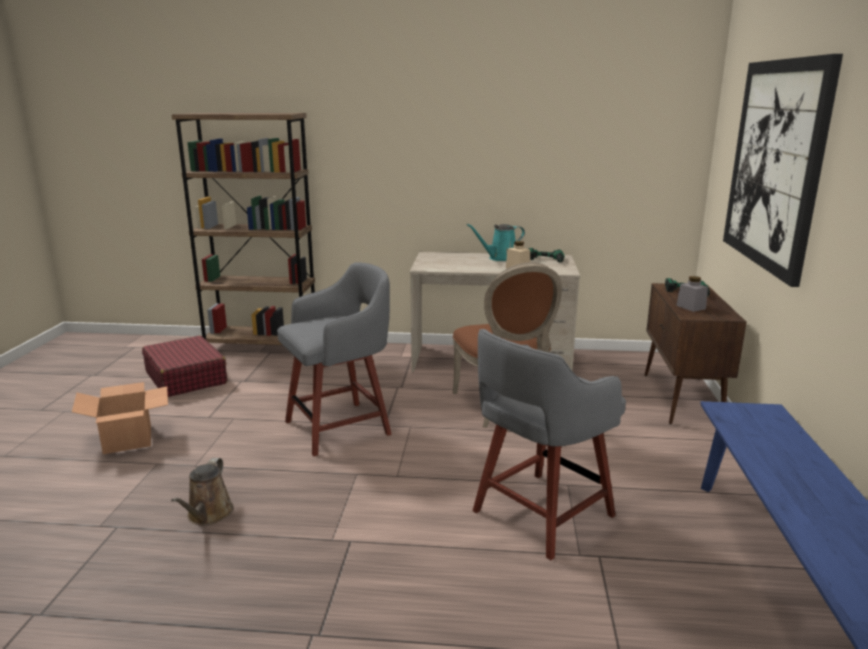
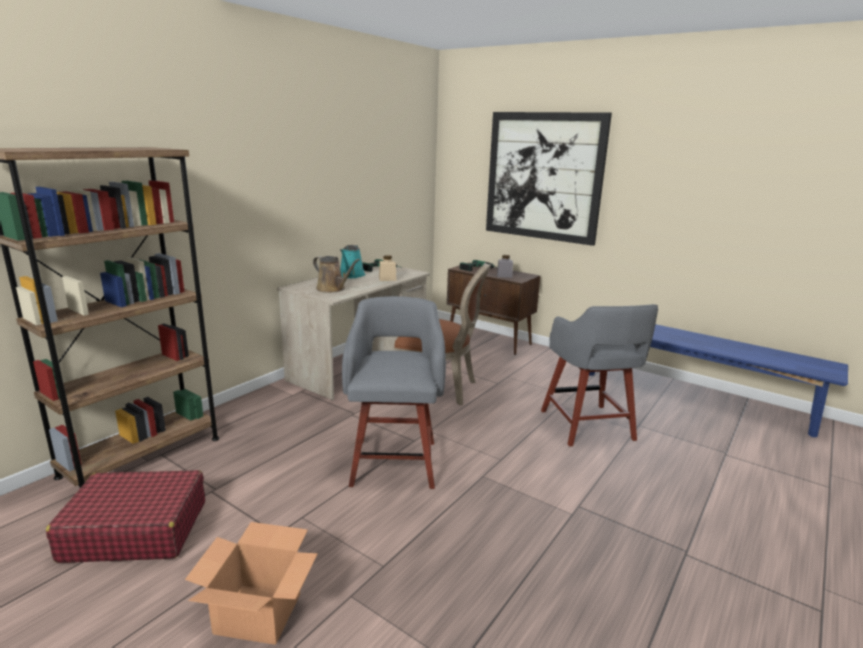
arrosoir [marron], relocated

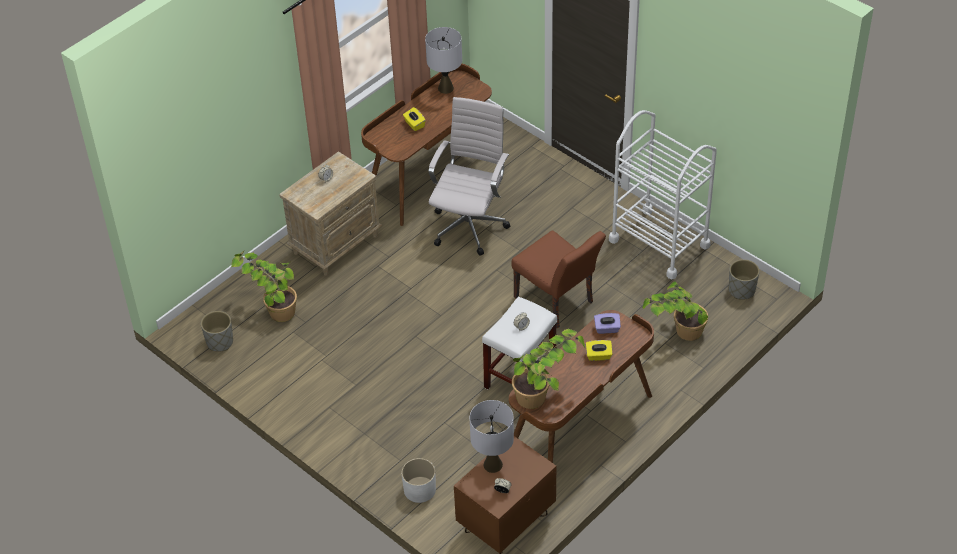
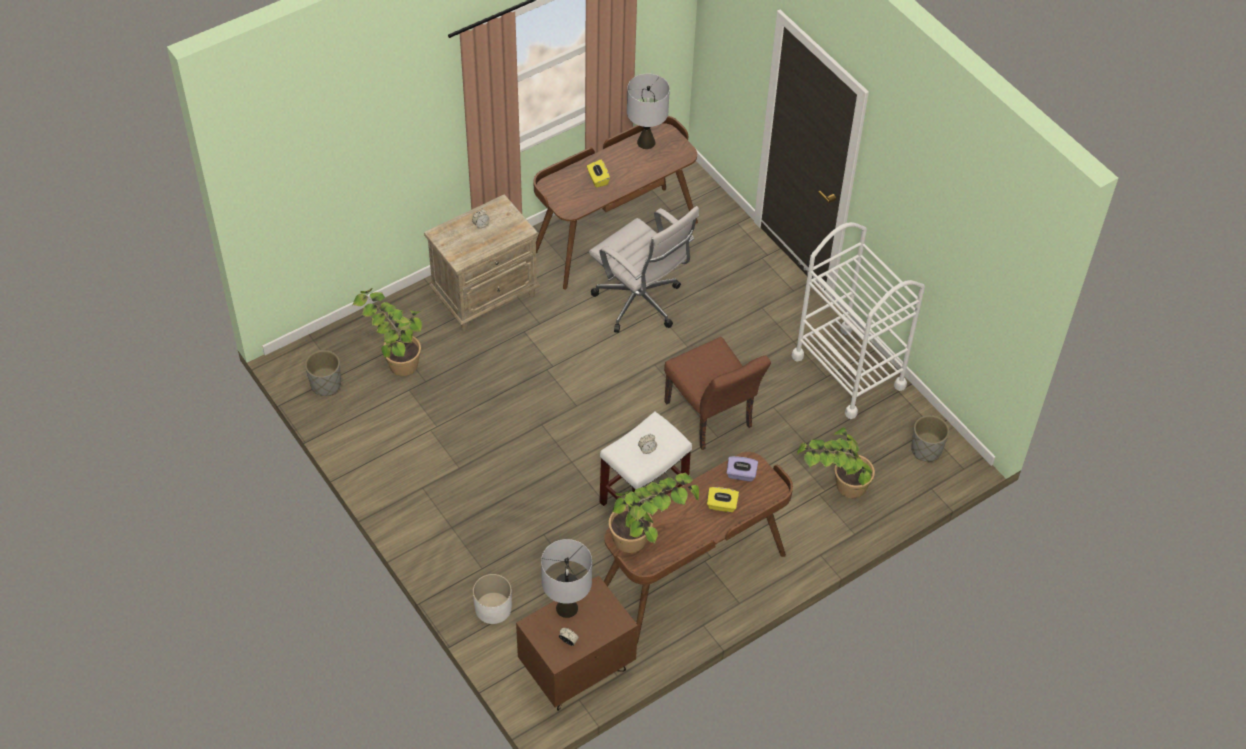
chaise de bureau [blanc], 105 degrees clockwise

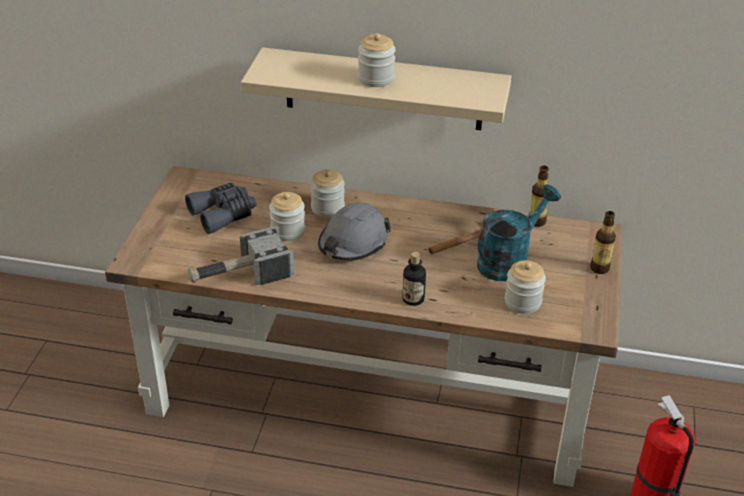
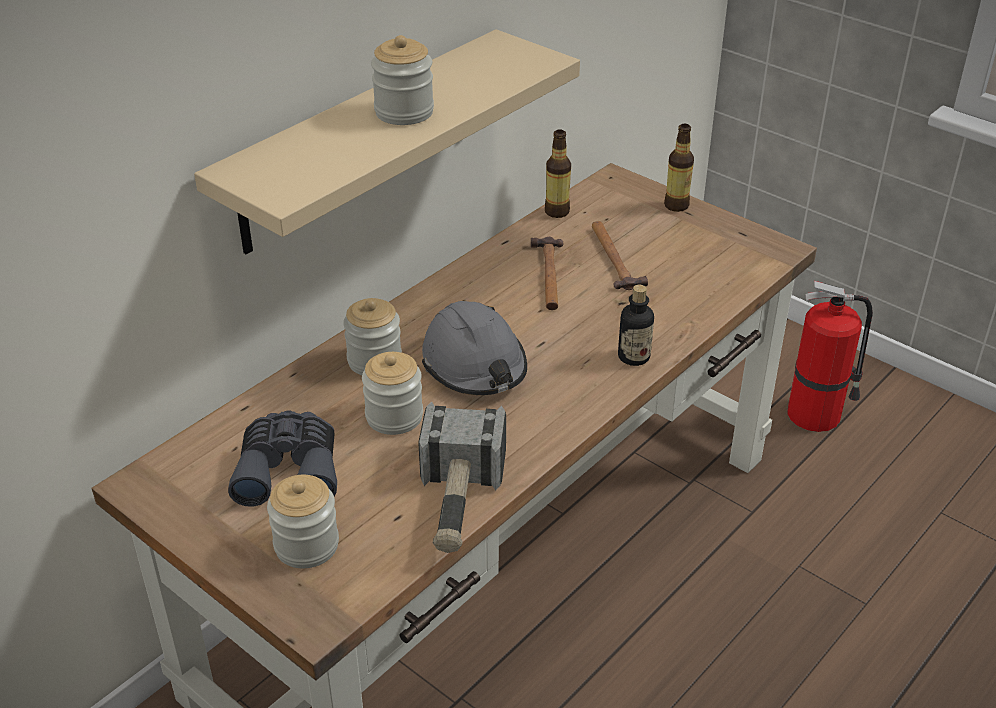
bocal (no. 4 from left in the first image) -> bocal (no. 1 from left), relocated
arrosoir [turquoise] -> marteau (no. 3 from left)

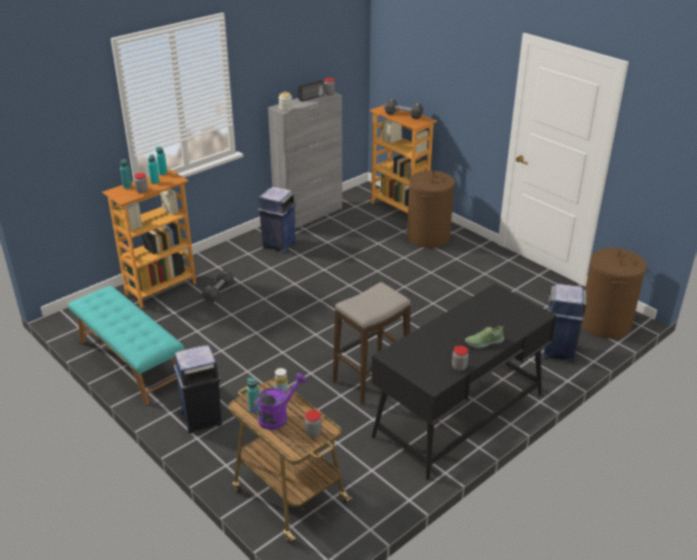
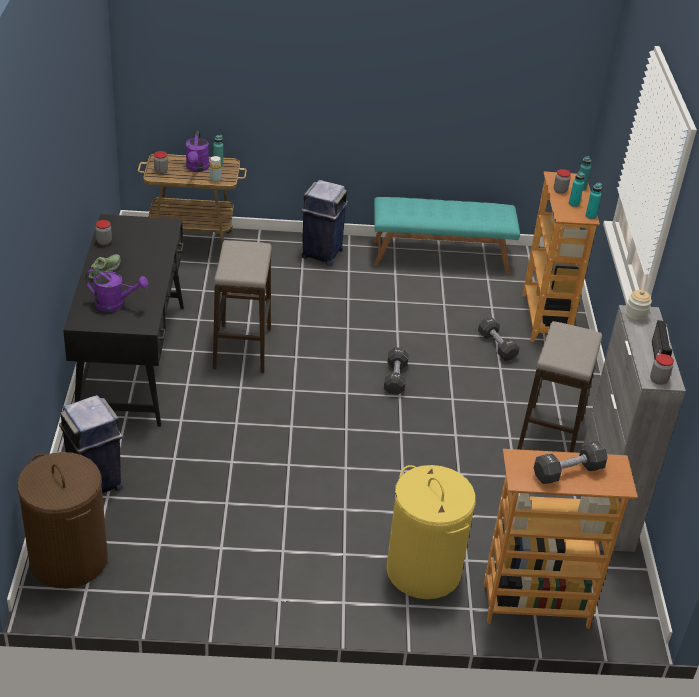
none -> arrosoir [violet] (no. 1 from left)
none -> haltère [noir] (no. 1 from left)
poubelle [bleu] (no. 2 from left) -> tabouret (no. 2 from left)
panier à linge [marron] (no. 1 from left) -> panier à linge [jaune]

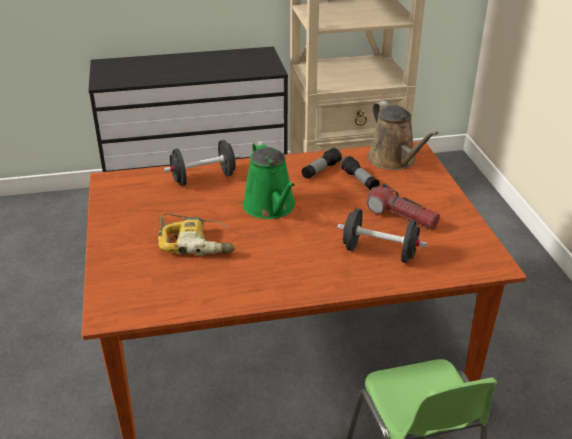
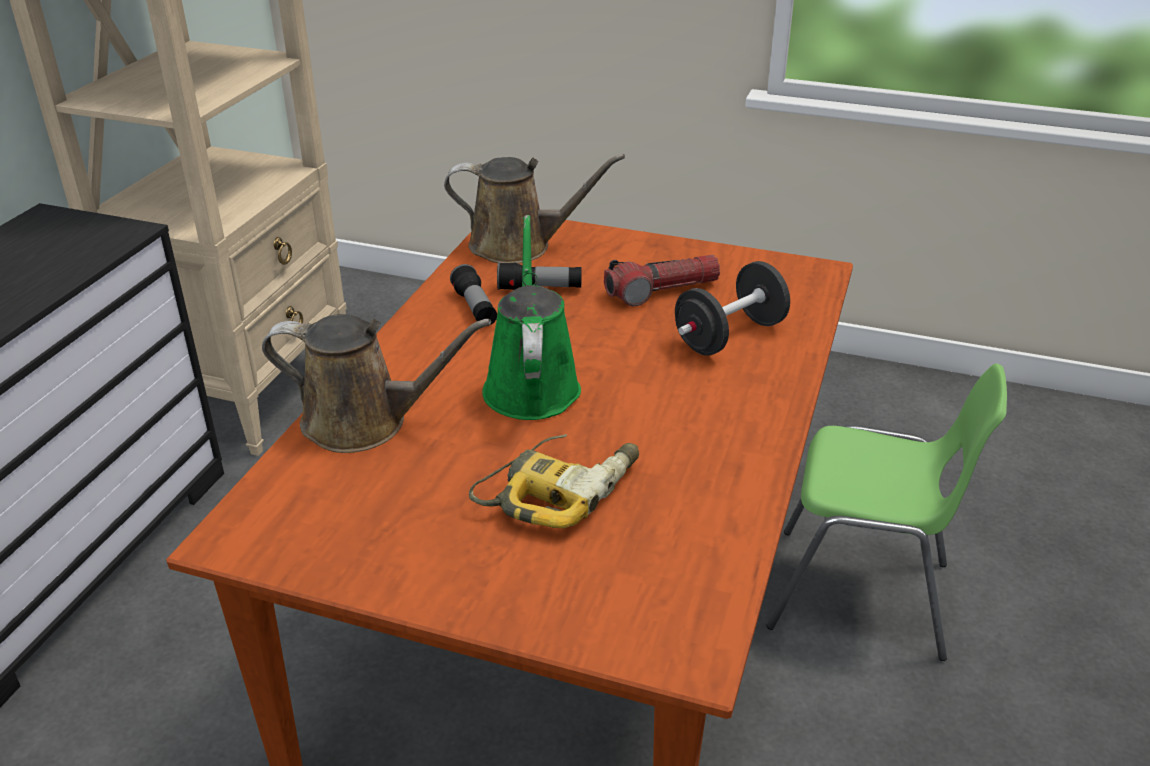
haltère [noir] (no. 1 from left) -> arrosoir [marron] (no. 1 from left)
arrosoir [vert], 105 degrees counterclockwise

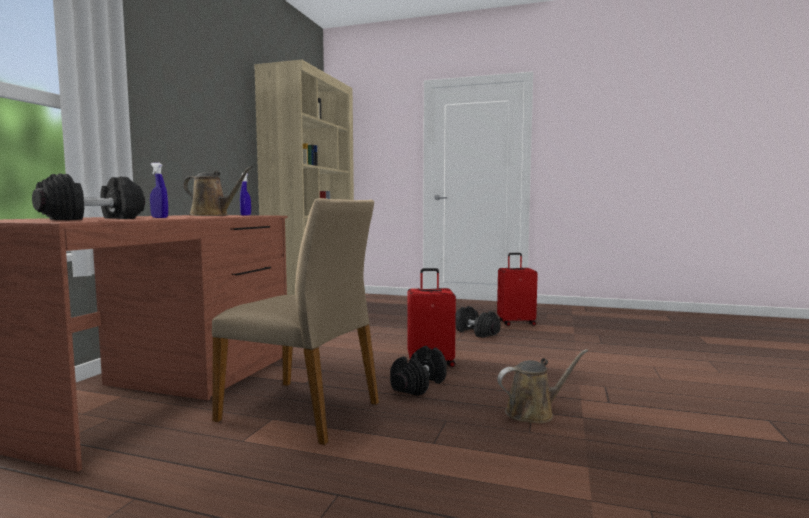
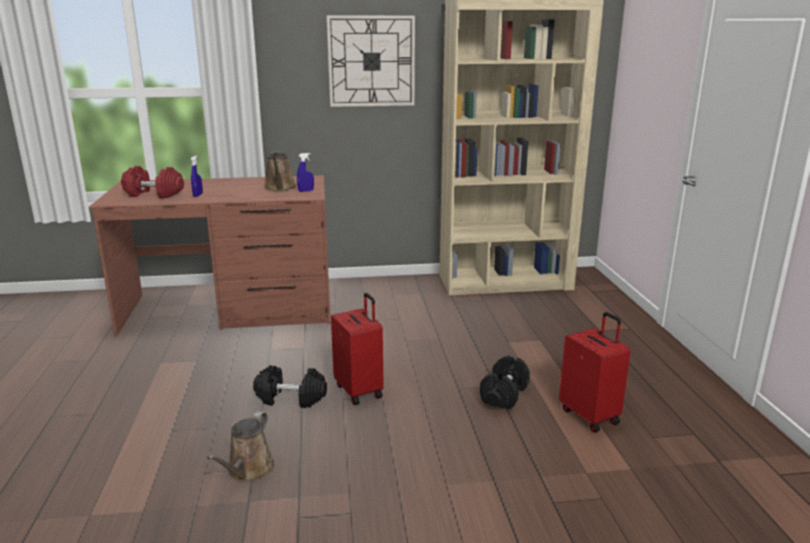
chaise [beige] -> none
none -> horloge murale
haltère [noir] (no. 1 from left) -> haltère [rouge]
arrosoir [marron] (no. 2 from left in the first image) -> arrosoir [marron] (no. 1 from left), 60 degrees clockwise

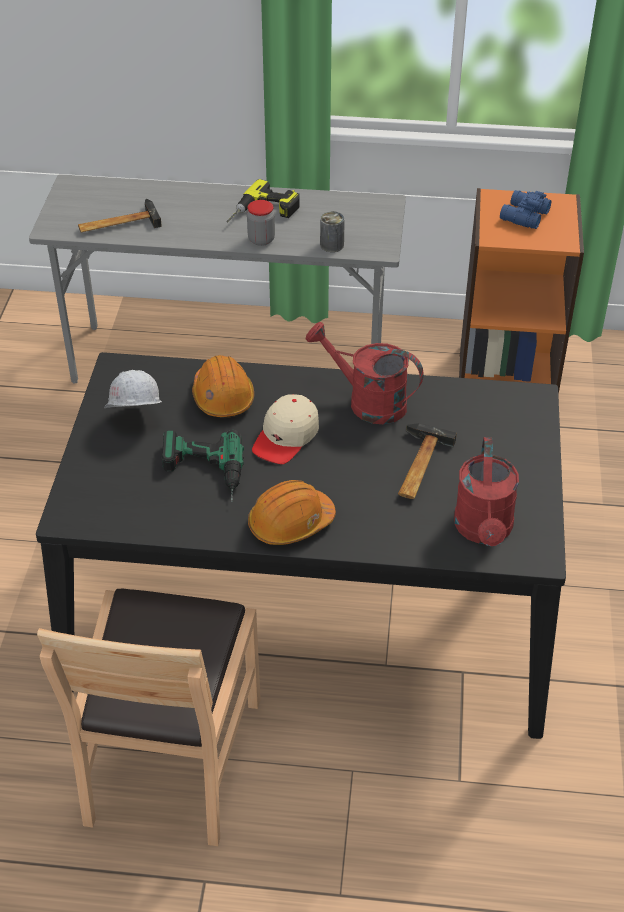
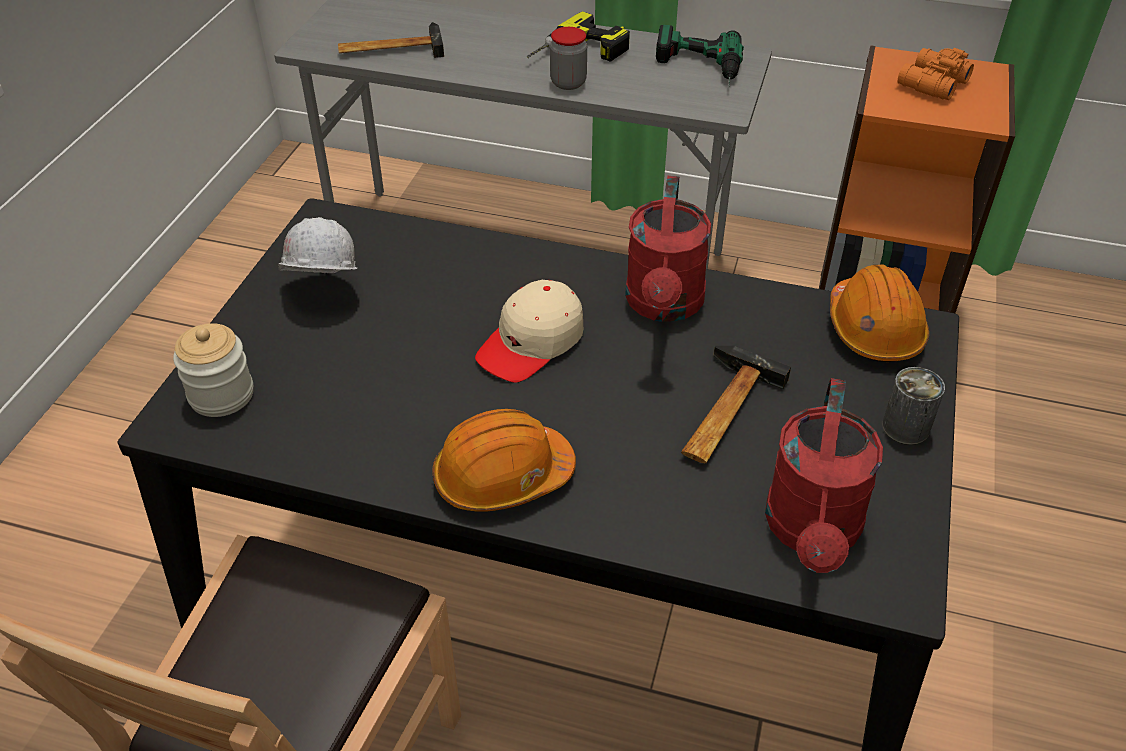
none -> bocal (no. 1 from left)
perceuse (no. 1 from left in the first image) -> perceuse (no. 2 from left), relocated
casque de chantier [orange] (no. 1 from left in the first image) -> casque de chantier [orange] (no. 2 from left), relocated
boîte métallique, relocated
jumelles [bleu] -> jumelles [orange]
arrosoir [rouge] (no. 1 from left), 120 degrees counterclockwise

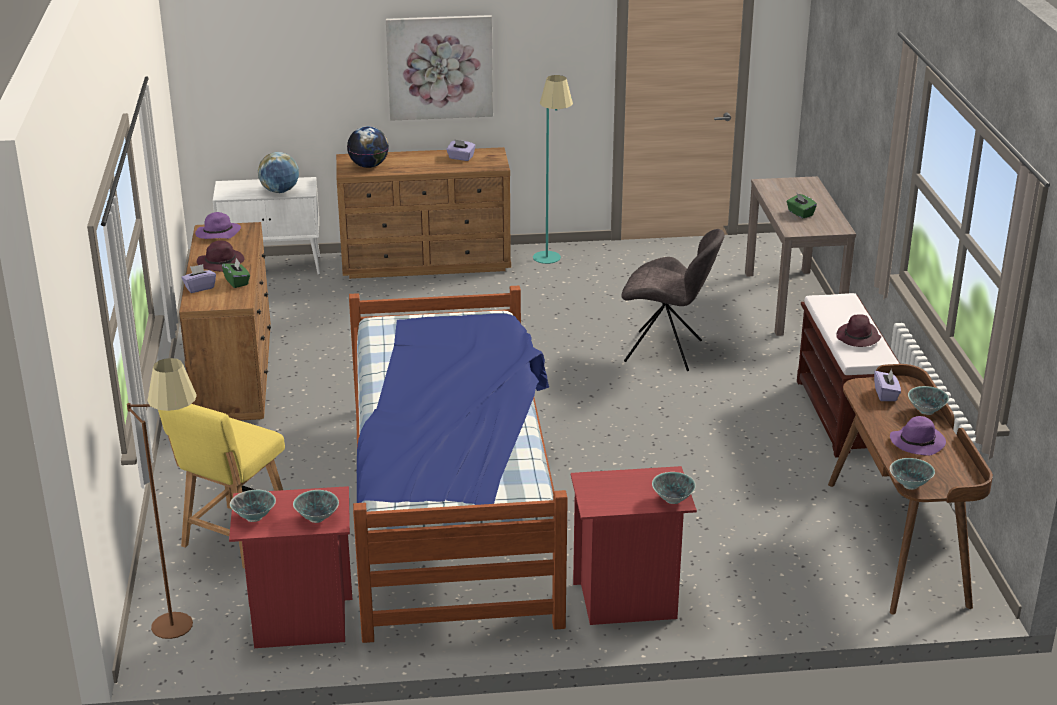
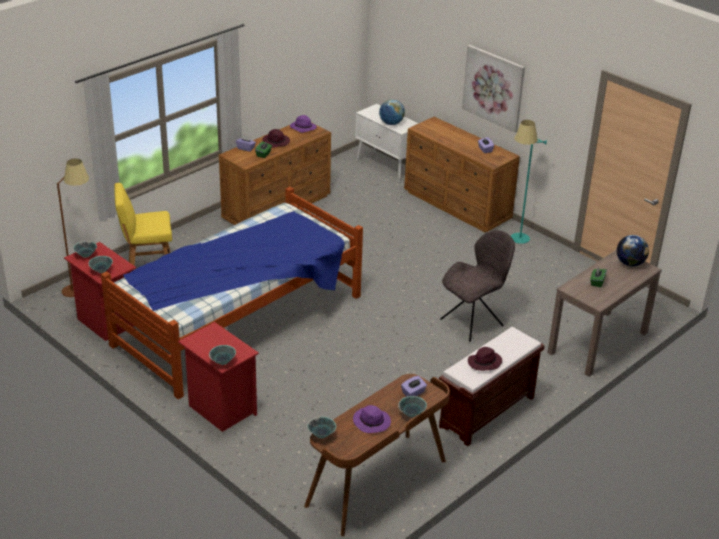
globe (no. 2 from left), relocated
chaise [gris], 105 degrees counterclockwise

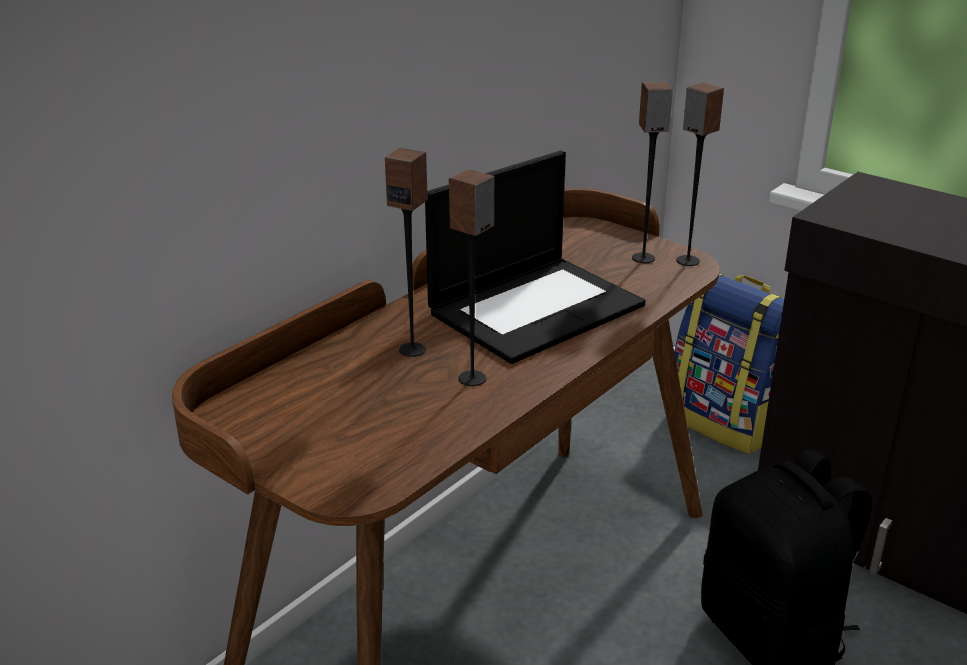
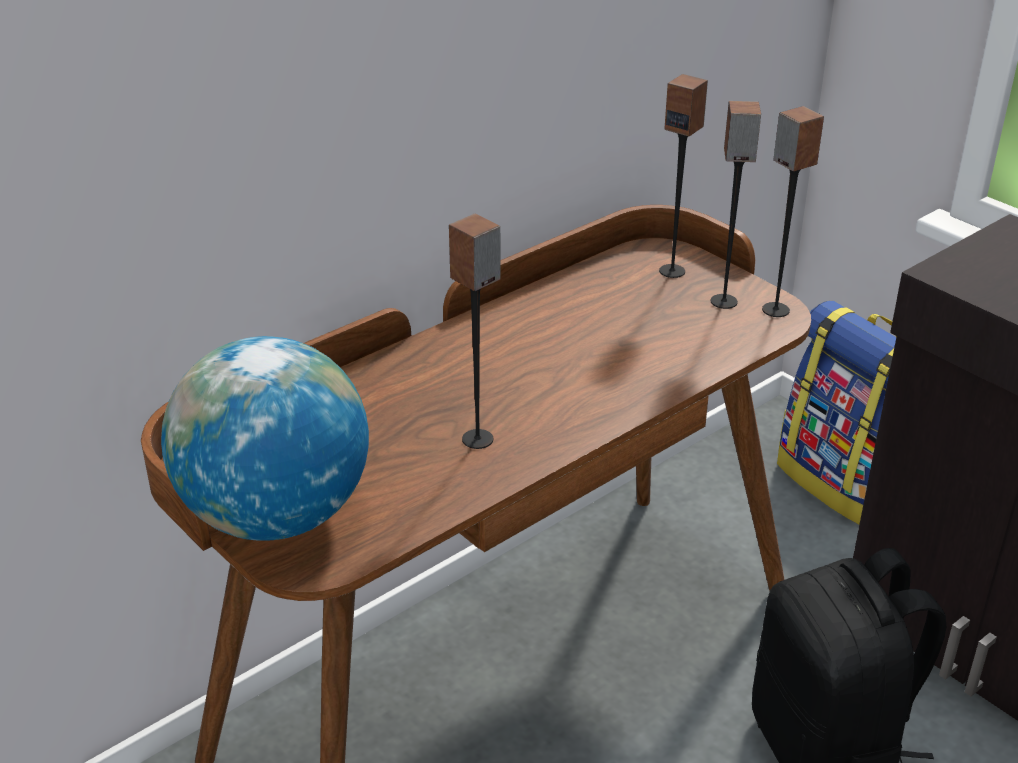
ordinateur portable -> none
none -> globe
enceinte (no. 1 from left in the first image) -> enceinte (no. 2 from left), relocated

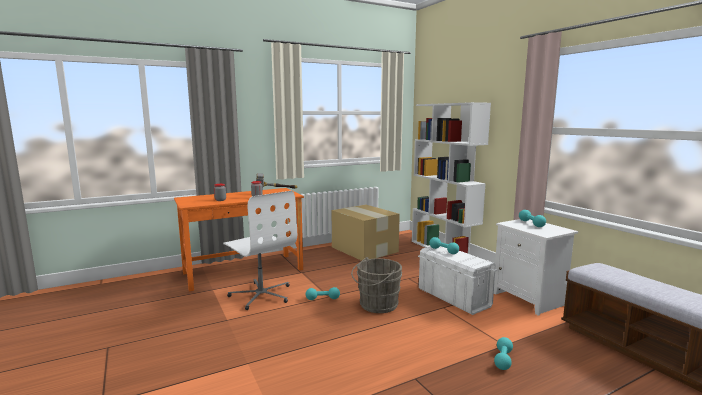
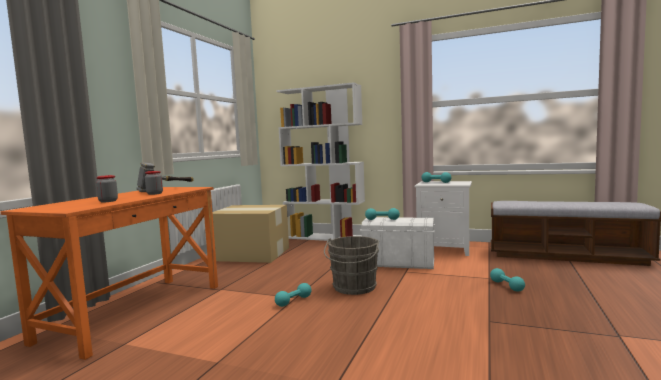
chaise de bureau [blanc] -> none

